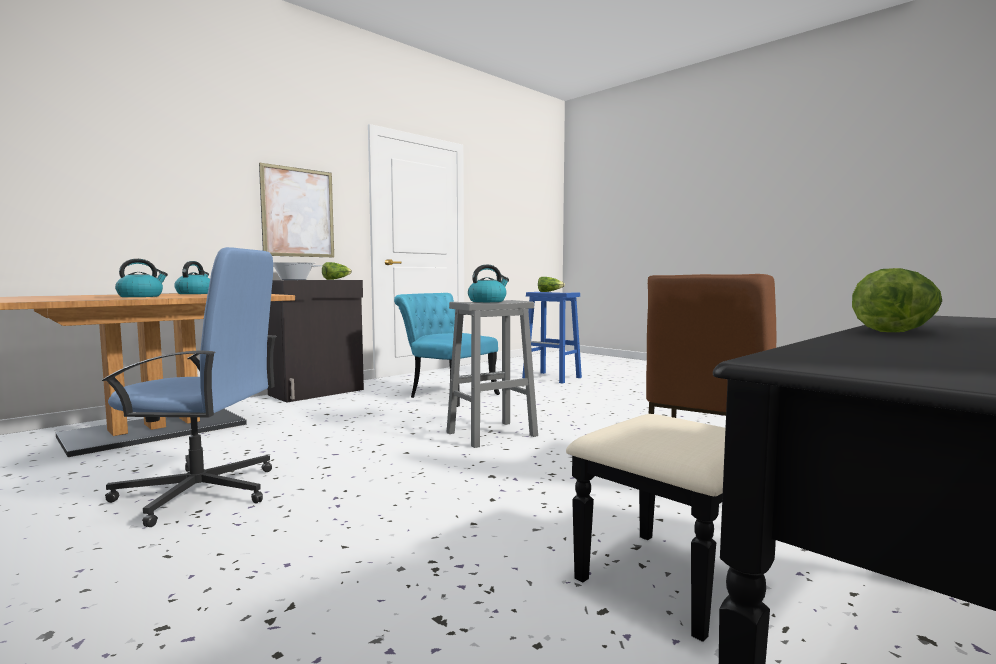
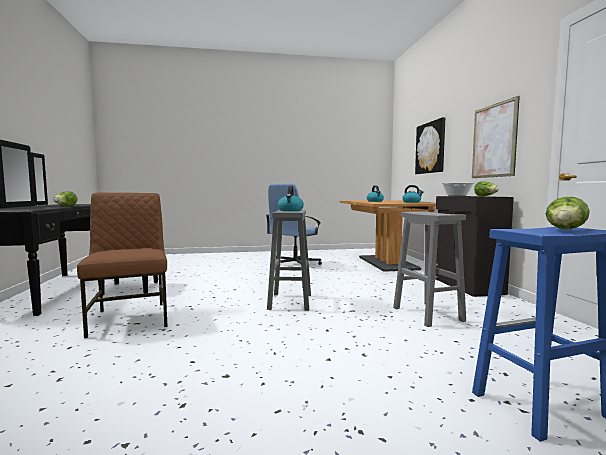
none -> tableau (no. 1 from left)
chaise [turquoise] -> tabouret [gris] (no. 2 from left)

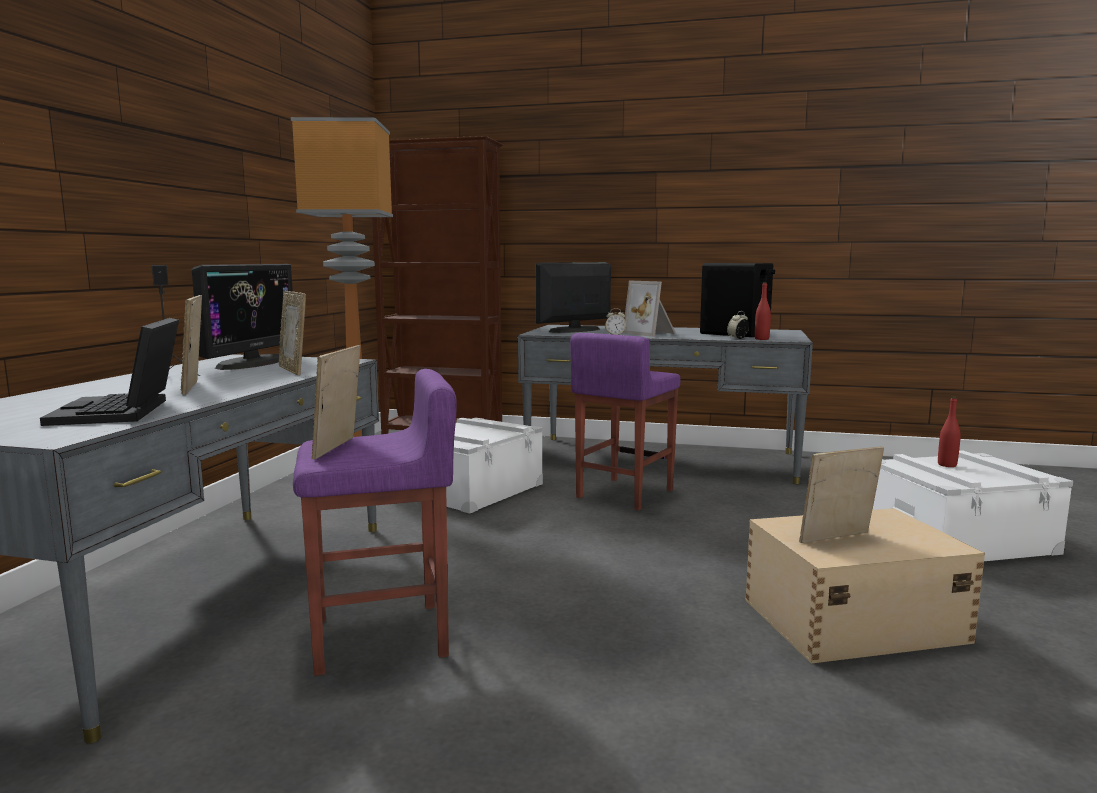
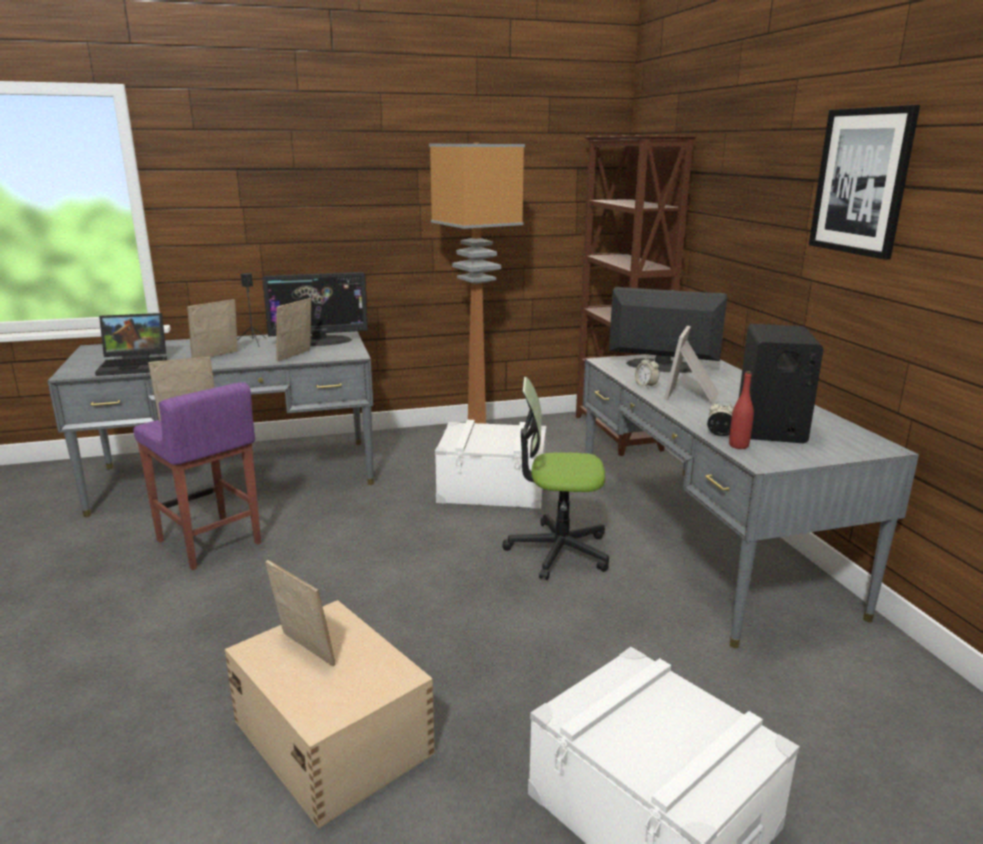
bouteille [rouge] (no. 2 from left) -> none
none -> tableau
tabouret [violet] (no. 2 from left) -> chaise de bureau
ordinateur portable, 150 degrees counterclockwise

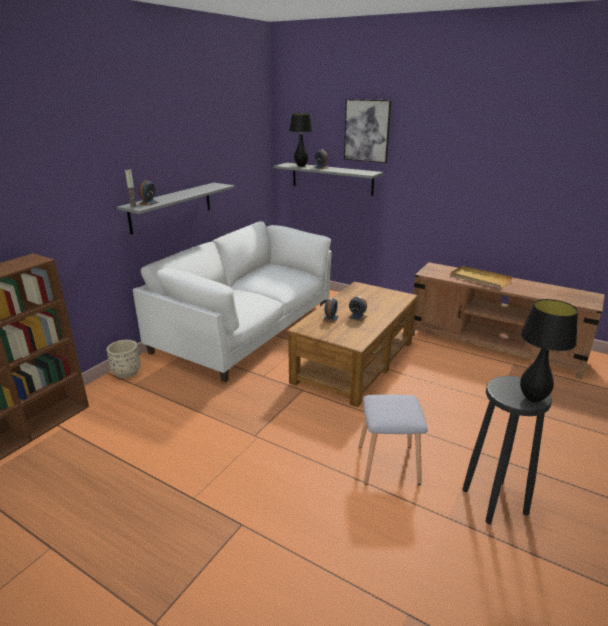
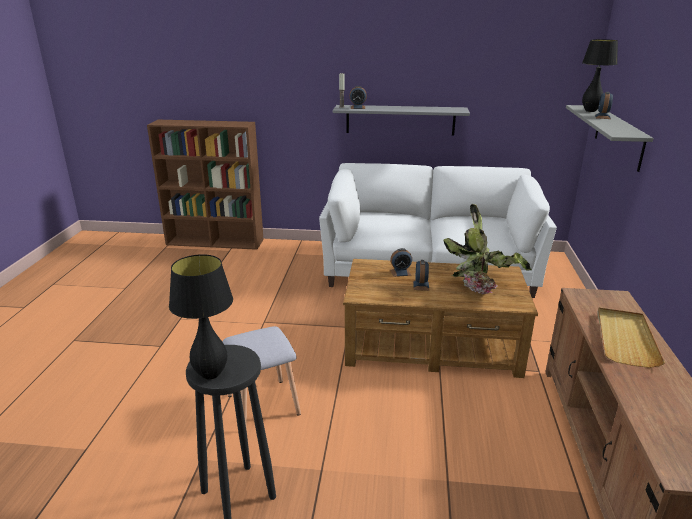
cache-pot [beige] -> none
tableau -> none
none -> plante en pot

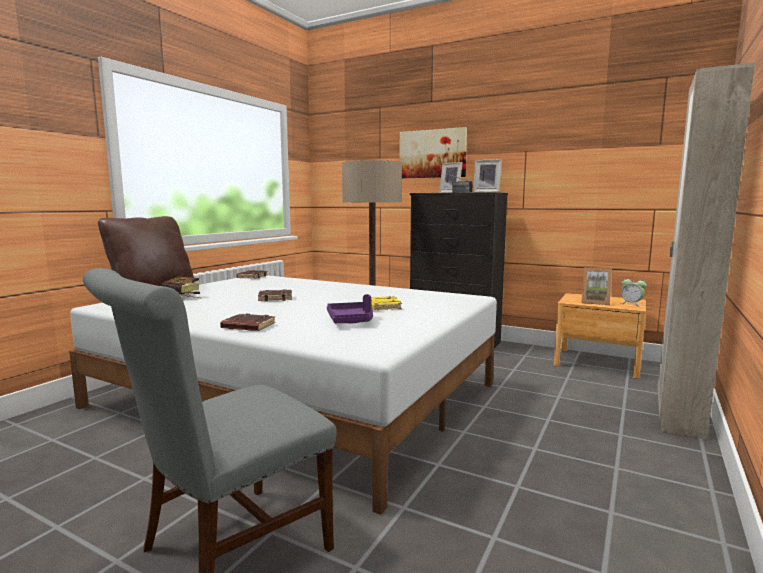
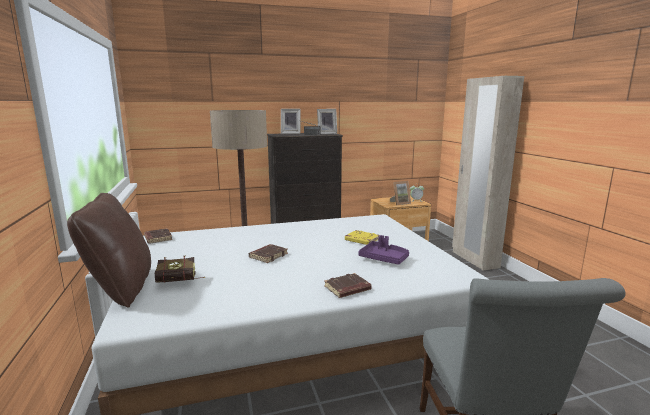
tableau -> none

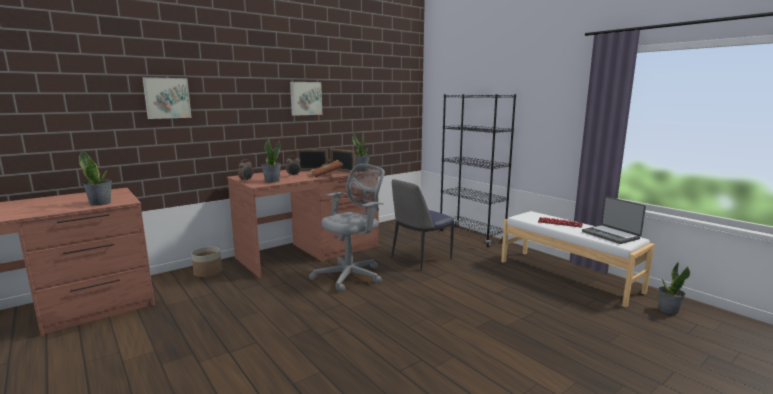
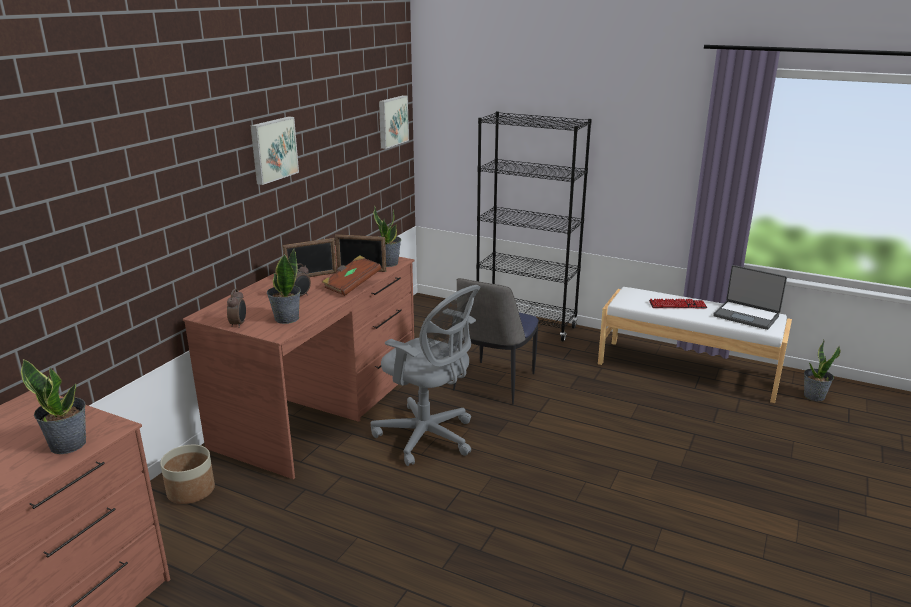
tableau (no. 1 from left in the first image) -> tableau (no. 2 from left), relocated
chaise de bureau [gris], 105 degrees clockwise

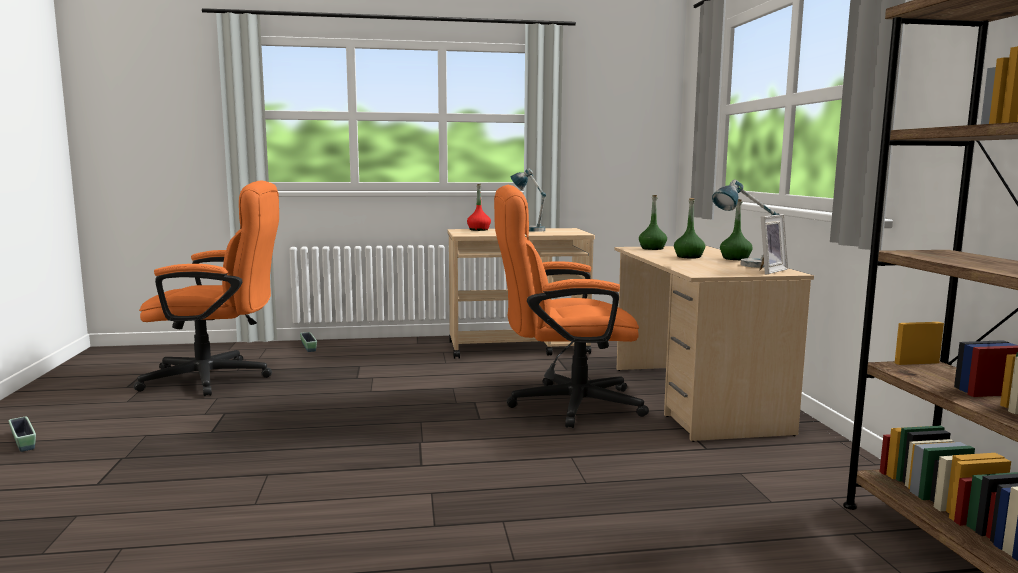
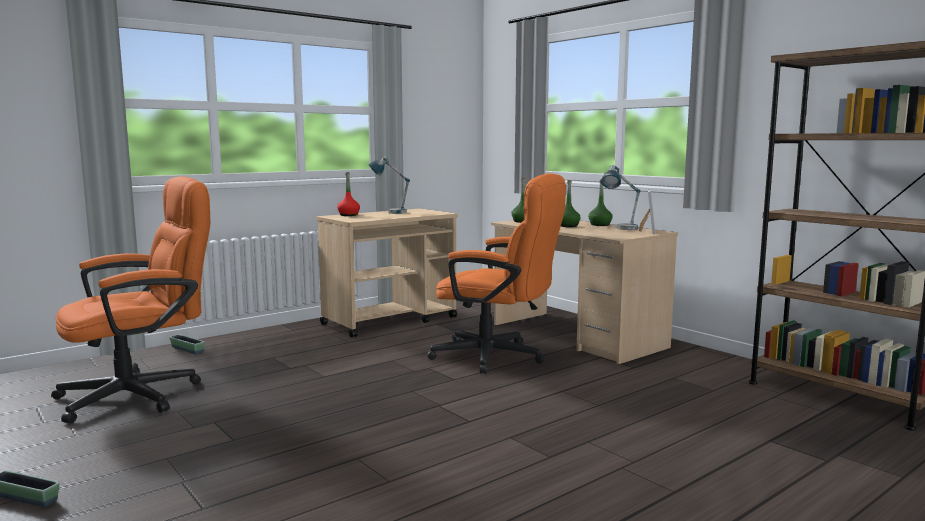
chaise de bureau [orange] (no. 2 from left), 120 degrees counterclockwise

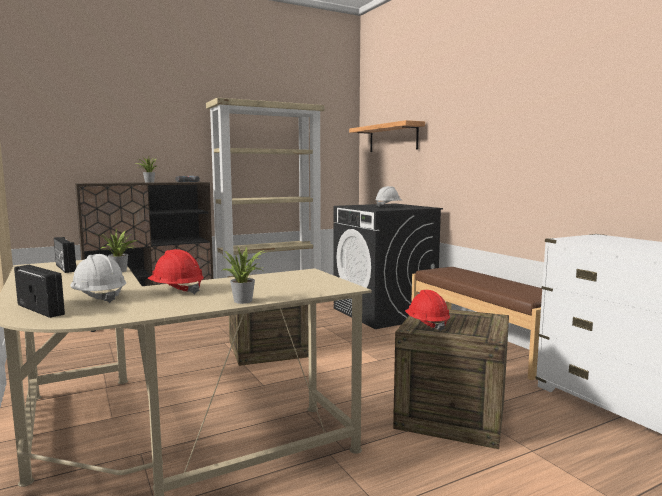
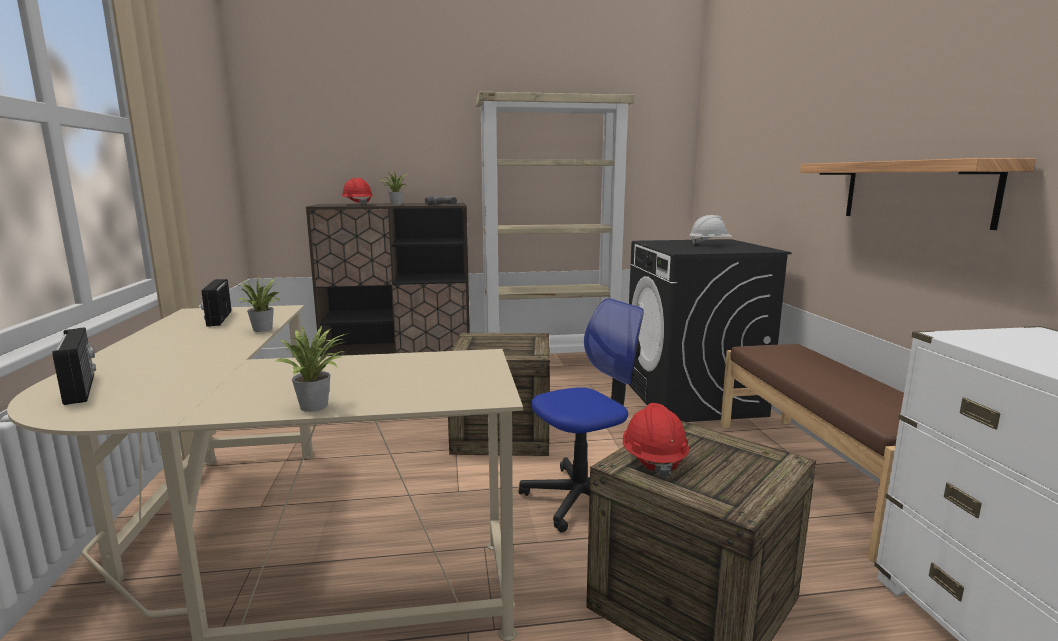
casque de chantier [blanc] (no. 1 from left) -> none
none -> chaise de bureau
casque de chantier [rouge] (no. 1 from left), relocated
étagère, relocated

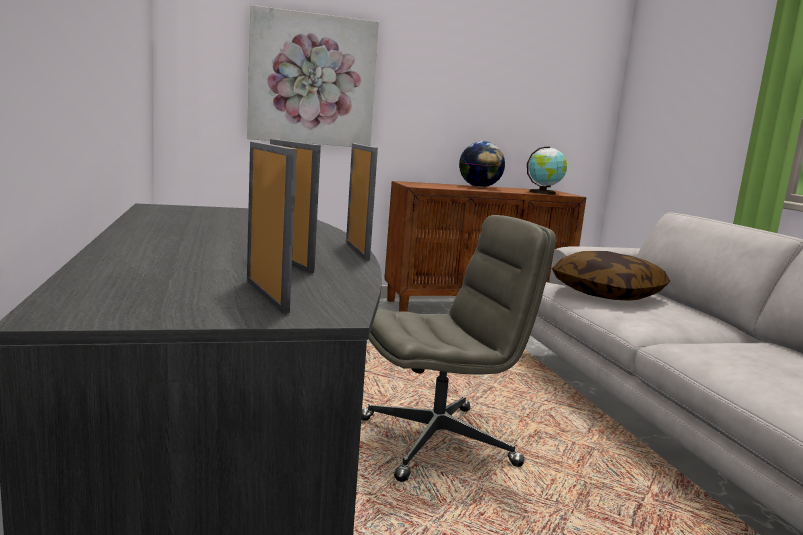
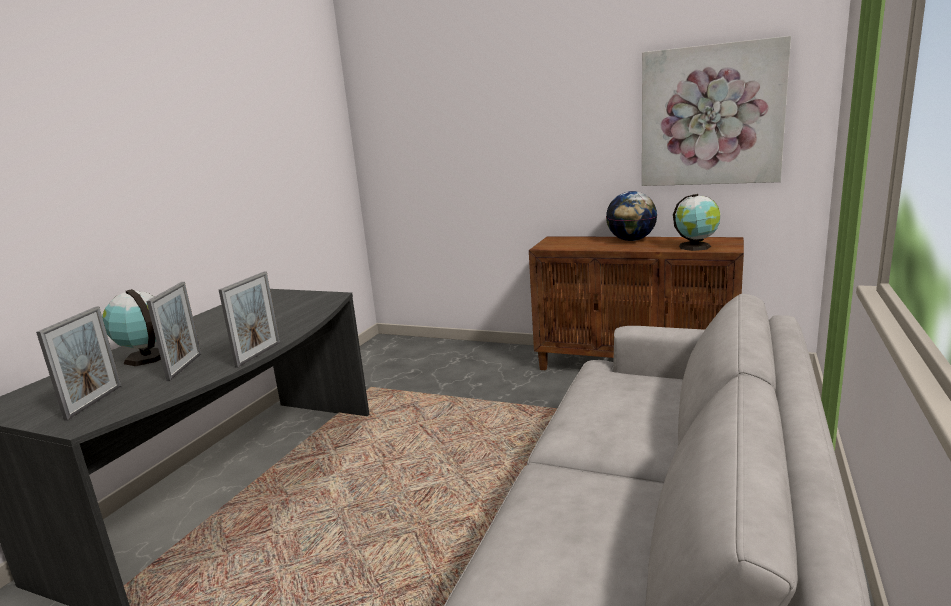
chaise de bureau [gris] -> none
coussin -> none
none -> globe (no. 1 from left)
tableau, relocated

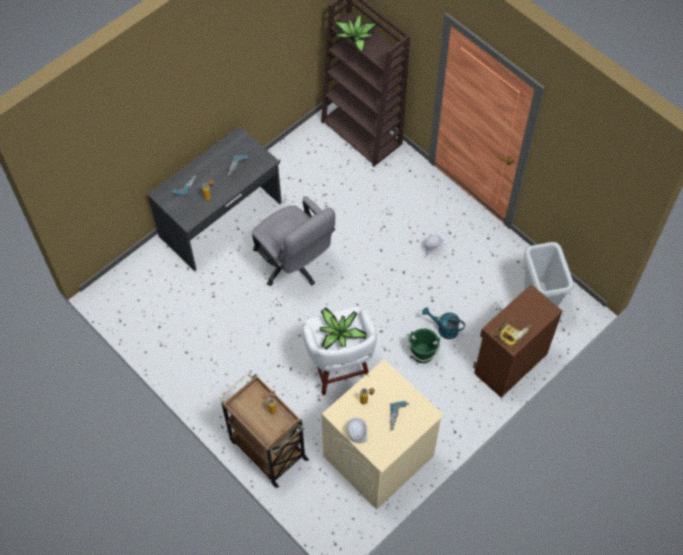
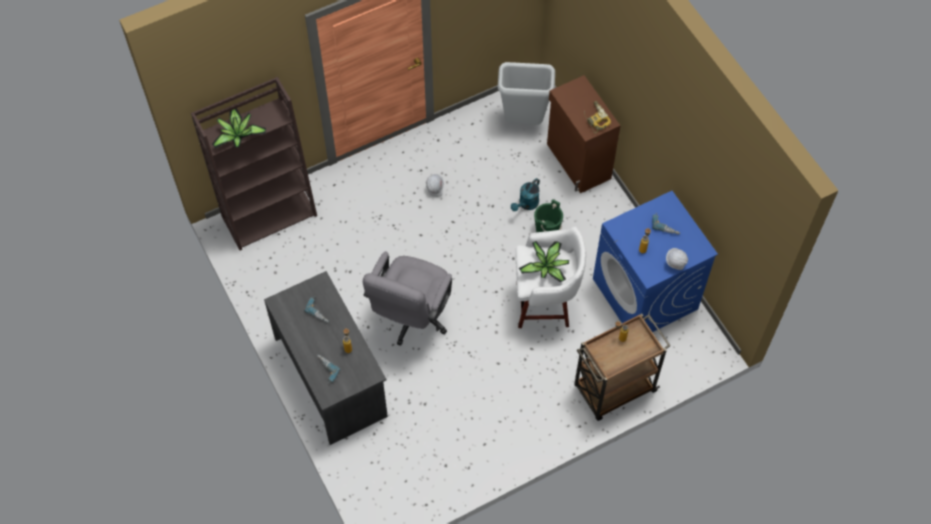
lave-linge [beige] -> lave-linge [bleu]
chaise de bureau [gris], 135 degrees clockwise

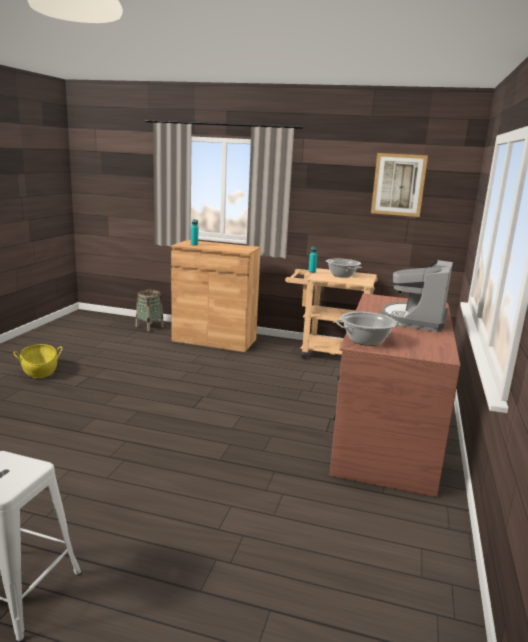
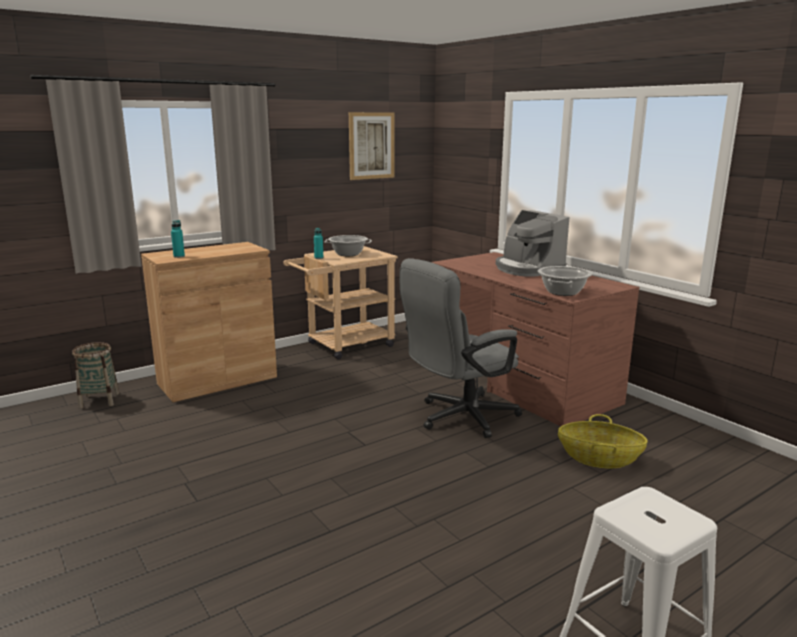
none -> chaise de bureau [gris]
panier (no. 1 from left in the first image) -> panier (no. 2 from left), relocated

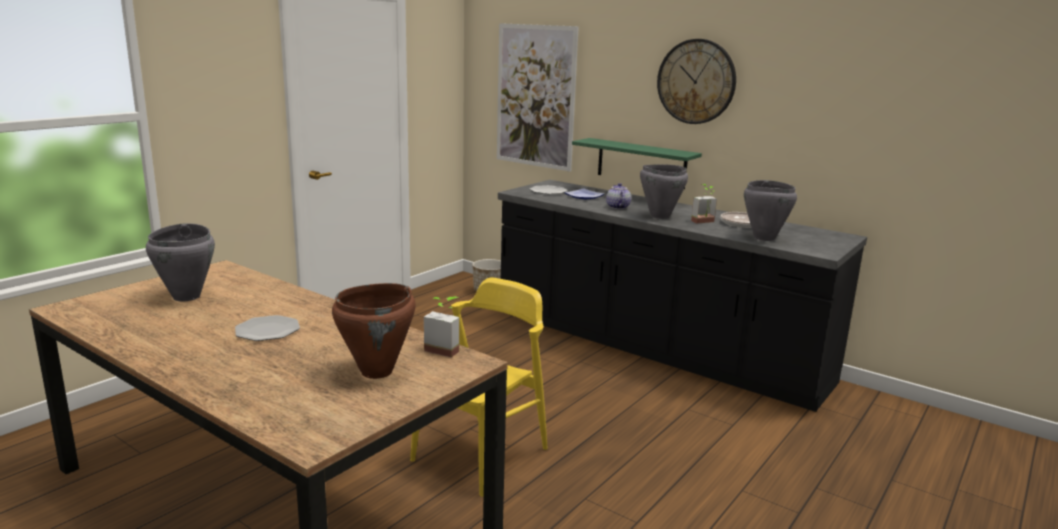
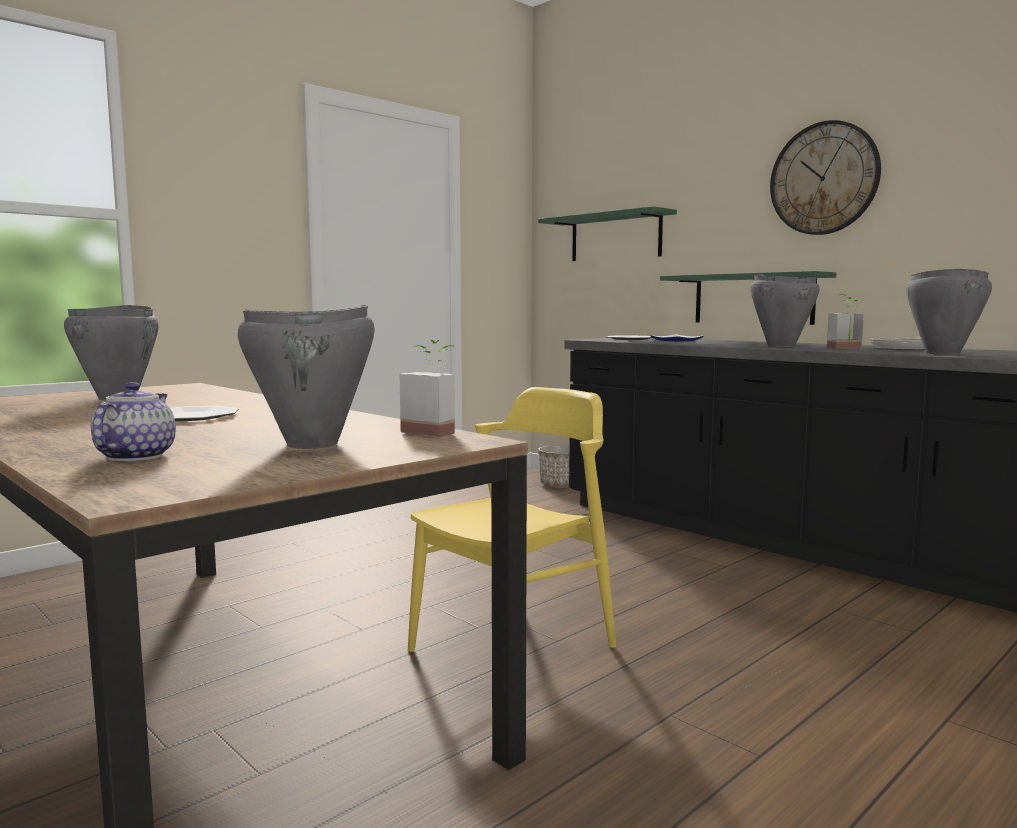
théière, relocated
tableau -> étagère [vert] (no. 1 from left)
marmite [marron] -> marmite [gris] (no. 2 from left)

